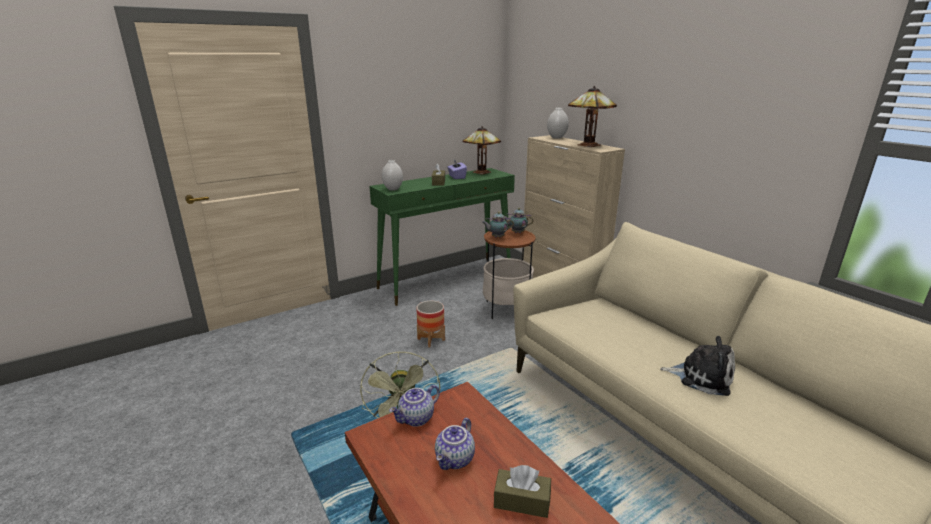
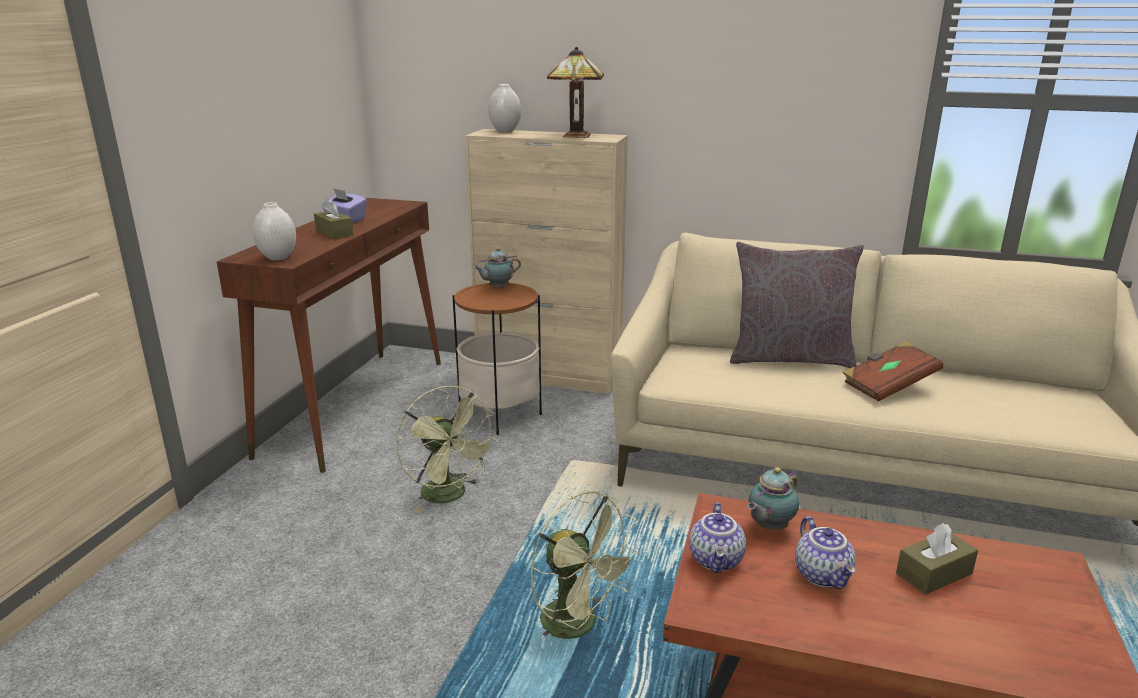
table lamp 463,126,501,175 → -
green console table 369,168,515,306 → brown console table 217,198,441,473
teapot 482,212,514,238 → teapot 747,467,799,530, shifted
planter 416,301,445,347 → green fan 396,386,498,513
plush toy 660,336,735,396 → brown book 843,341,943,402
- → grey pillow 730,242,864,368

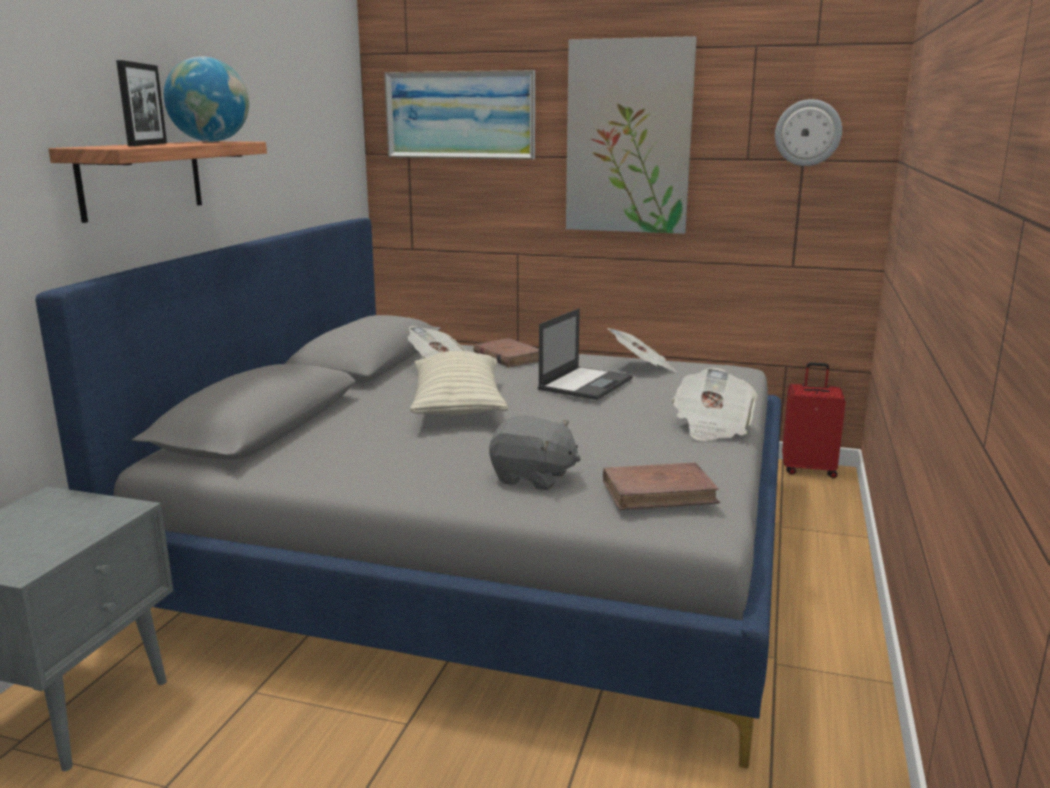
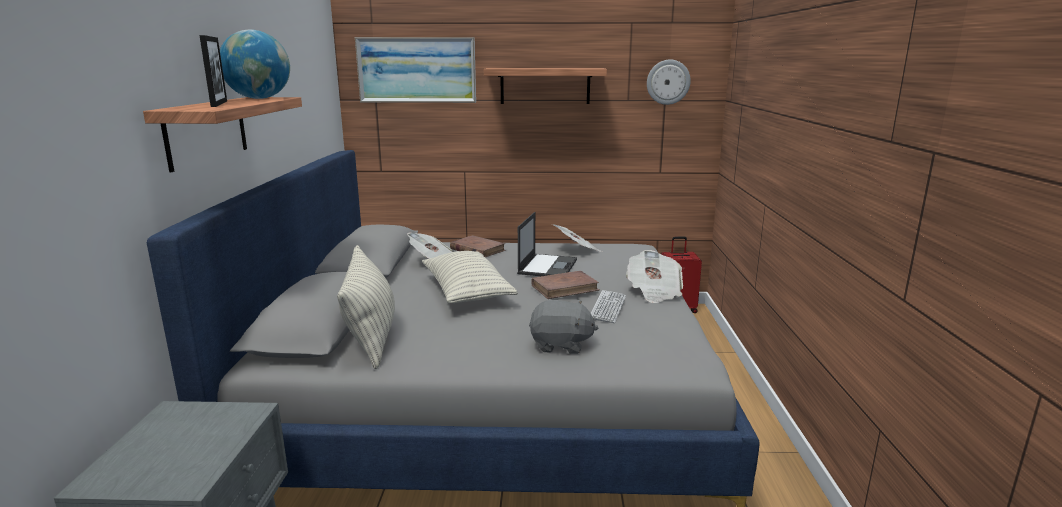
picture 566,36,697,234 → shelf 484,68,607,104
brown book 603,462,720,510 → brown book 531,271,600,299, shifted
- → pillow 337,245,395,369
- → keyboard 591,290,626,323

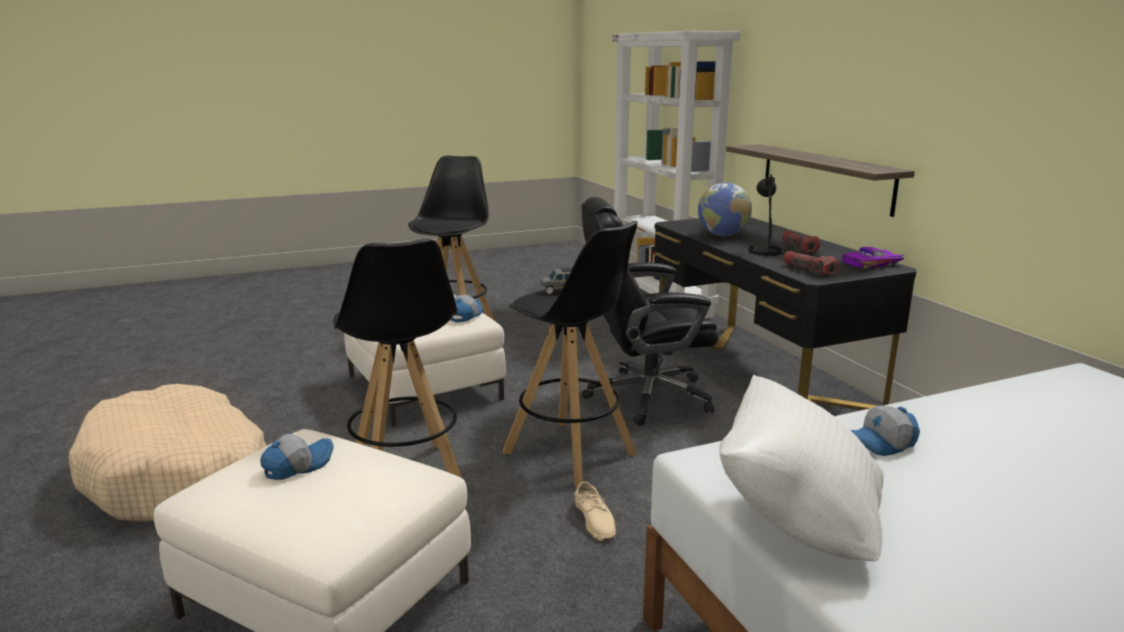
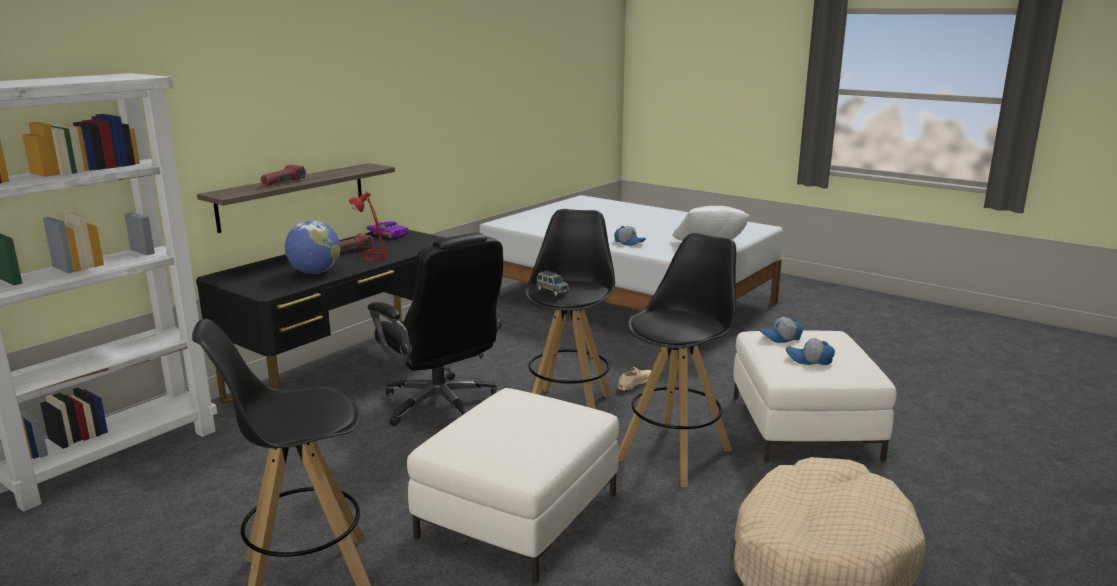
black table lamp 749,174,790,256 → red table lamp 348,192,387,261
flashlight 783,251,838,276 → flashlight 261,165,306,186, shifted
cap 450,295,483,322 → cap 760,317,803,343, shifted

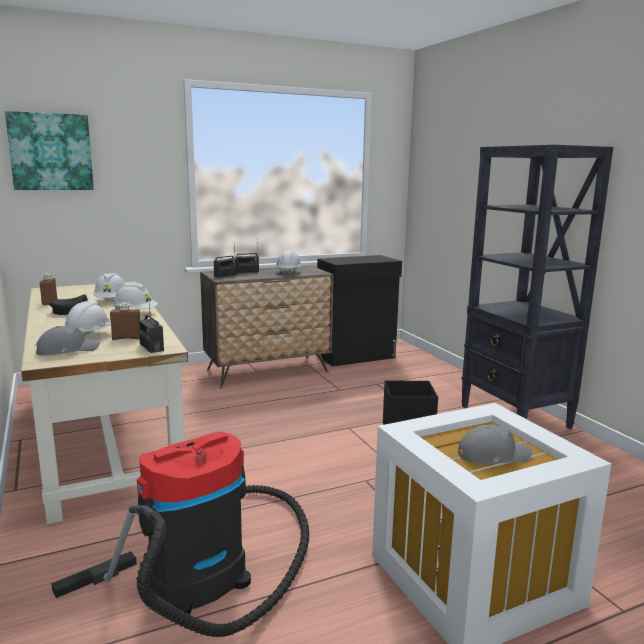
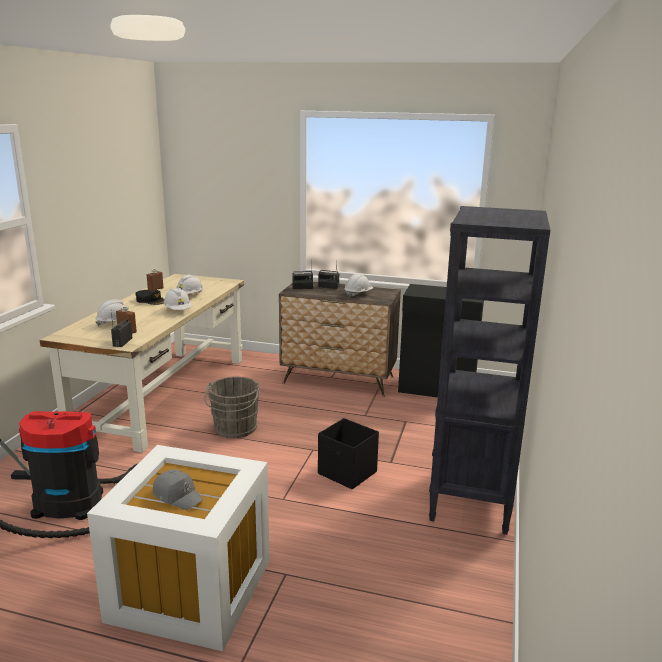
picture 5,111,94,190 → -
grey cap 36,326,100,356 → -
- → grey bucket 204,377,260,438

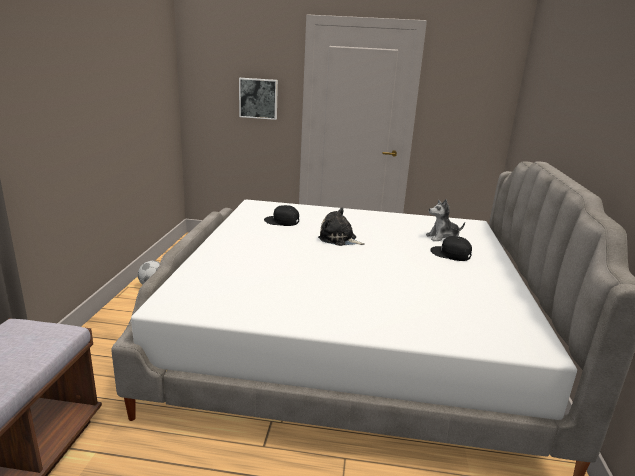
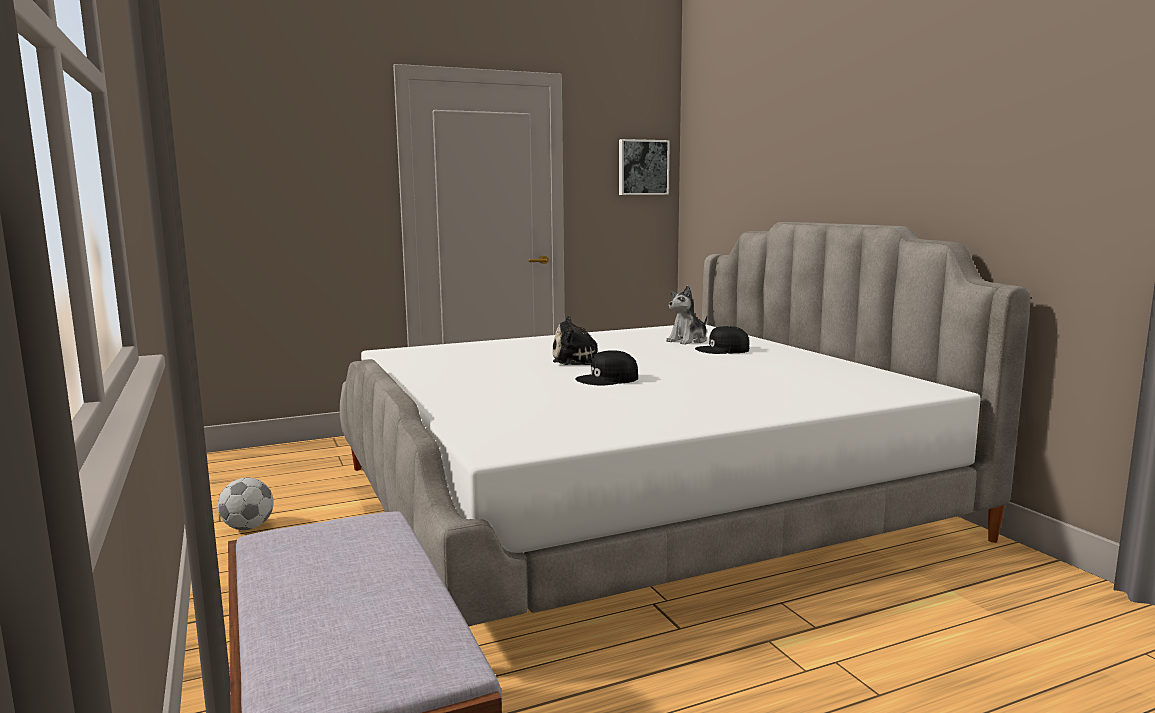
picture 239,78,278,120 → picture 619,139,670,195, shifted
black cap 264,205,299,226 → black cap 575,350,638,386, shifted

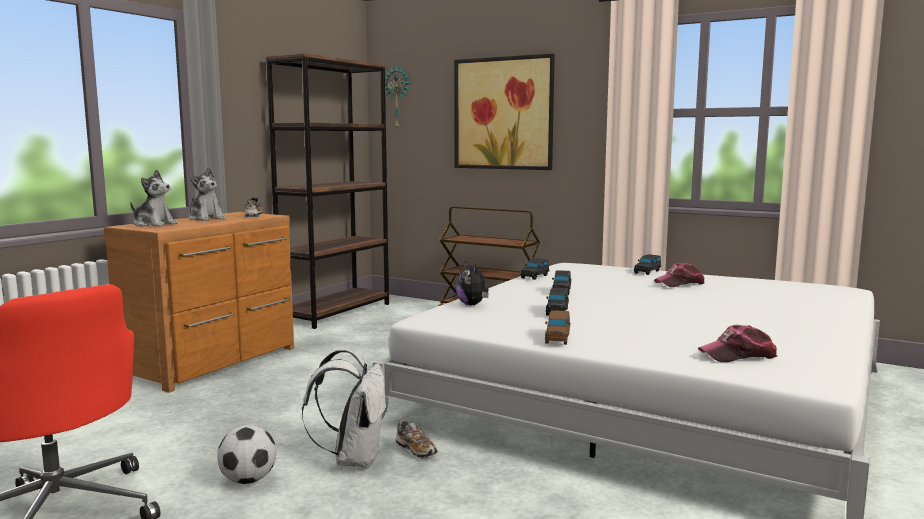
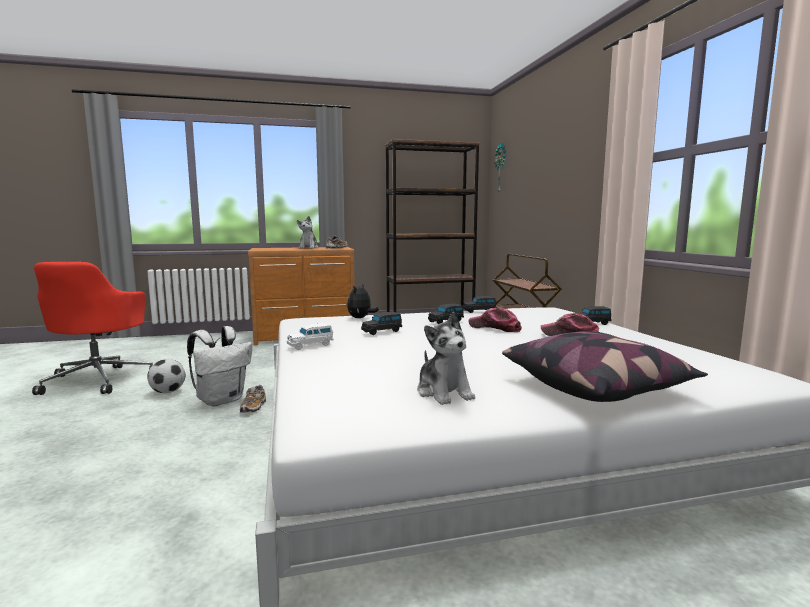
picture 454,53,555,170 → -
plush toy 130,169,177,226 → plush toy 417,312,475,405, shifted
brown toy car 545,310,570,345 → white toy car 287,323,334,350
cap 698,325,778,362 → cap 468,308,522,332, shifted
- → pillow 502,331,708,402

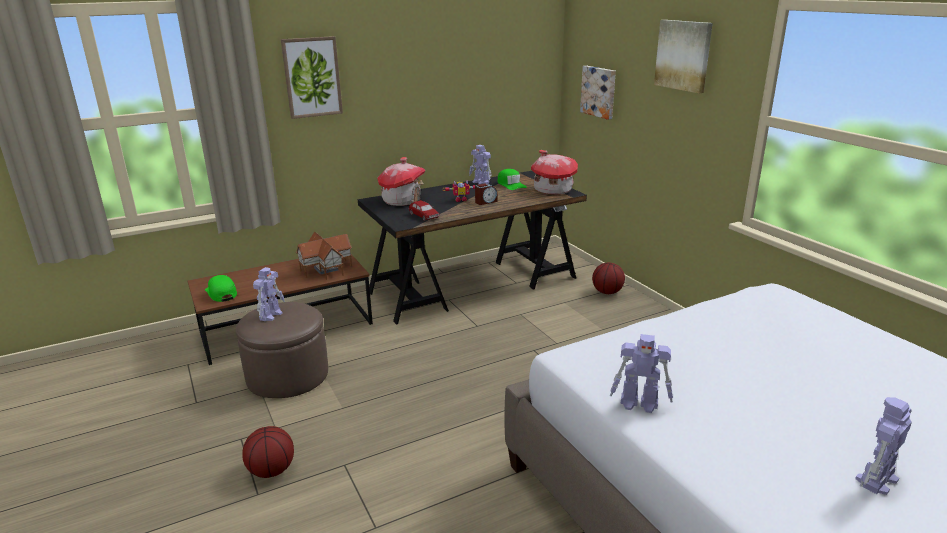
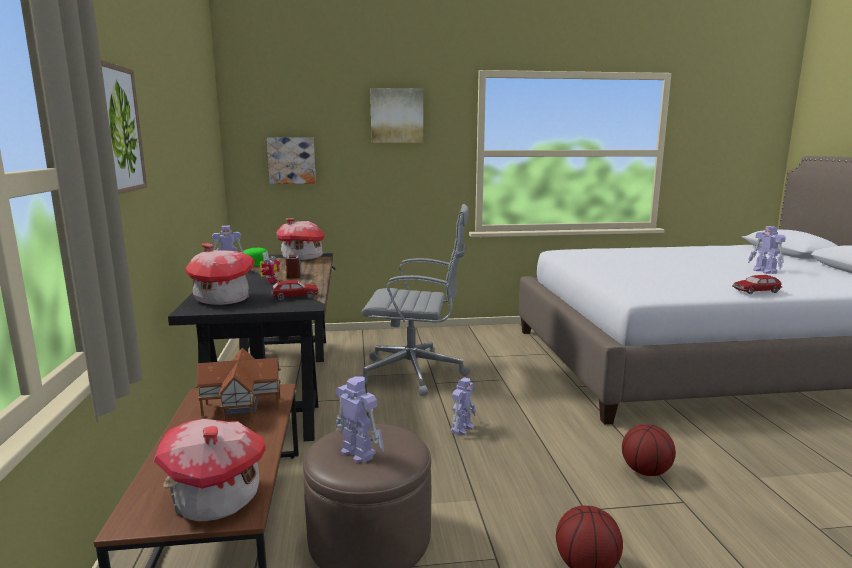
basketball 592,262,625,294 → basketball 622,424,676,476, shifted
green cap 205,275,237,302 → toy house 154,419,266,522
toy robot 610,334,673,413 → toy robot 451,377,476,435, shifted
- → grey office chair 360,204,470,396
- → toy car 732,275,782,294

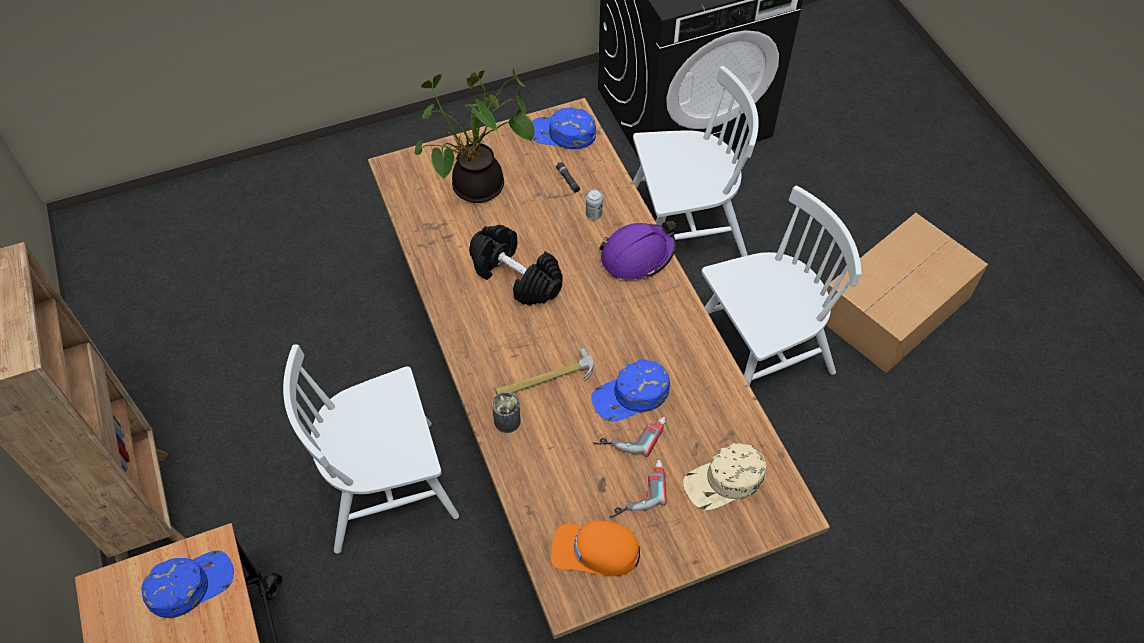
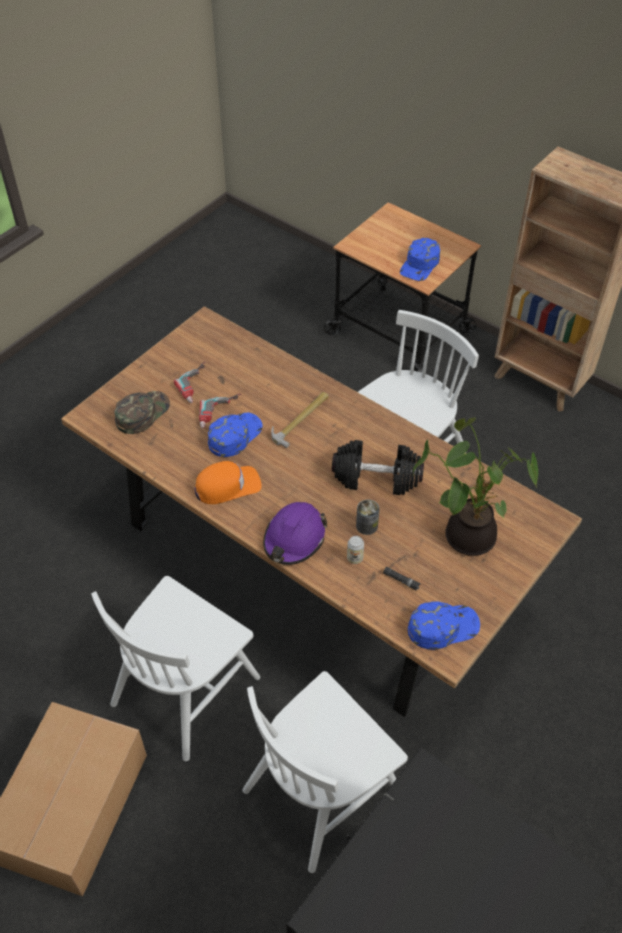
can 492,392,521,433 → can 356,499,380,535, shifted
beige cap 683,443,766,510 → green cap 114,391,170,434
orange cap 551,520,640,576 → orange cap 195,461,262,504, shifted

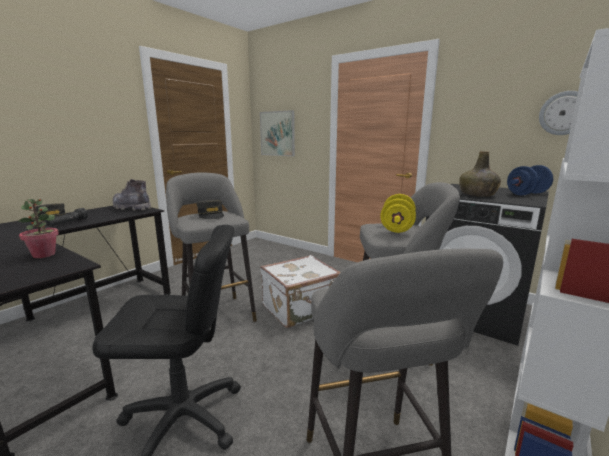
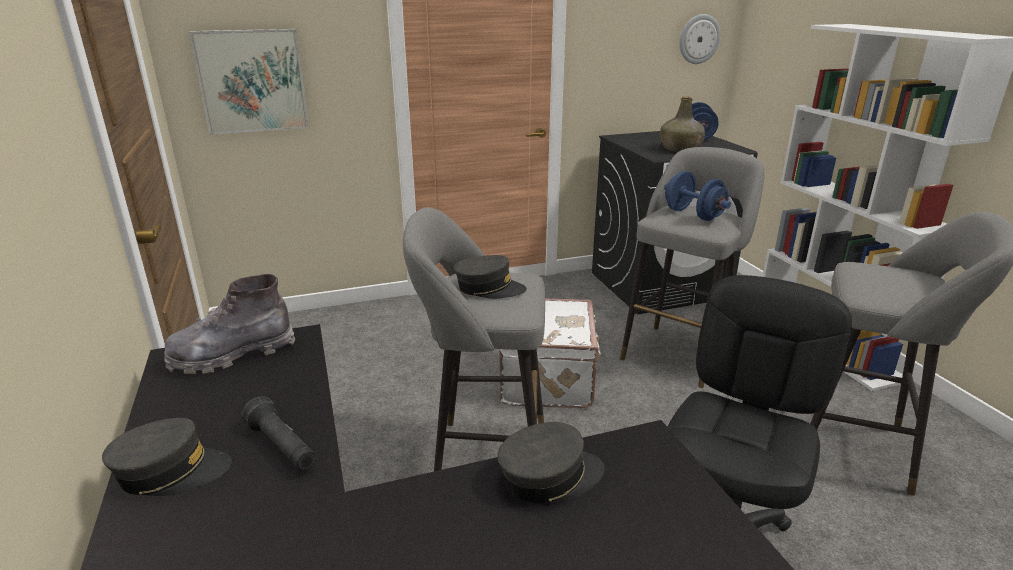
yellow dumbbell 380,194,416,233 → blue dumbbell 664,171,731,221
potted plant 18,199,59,258 → grey cap 498,422,605,503

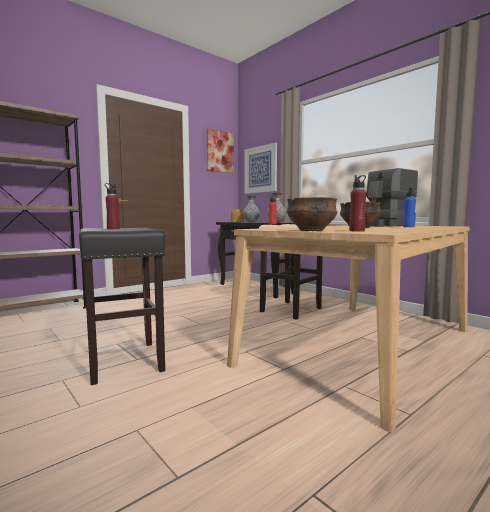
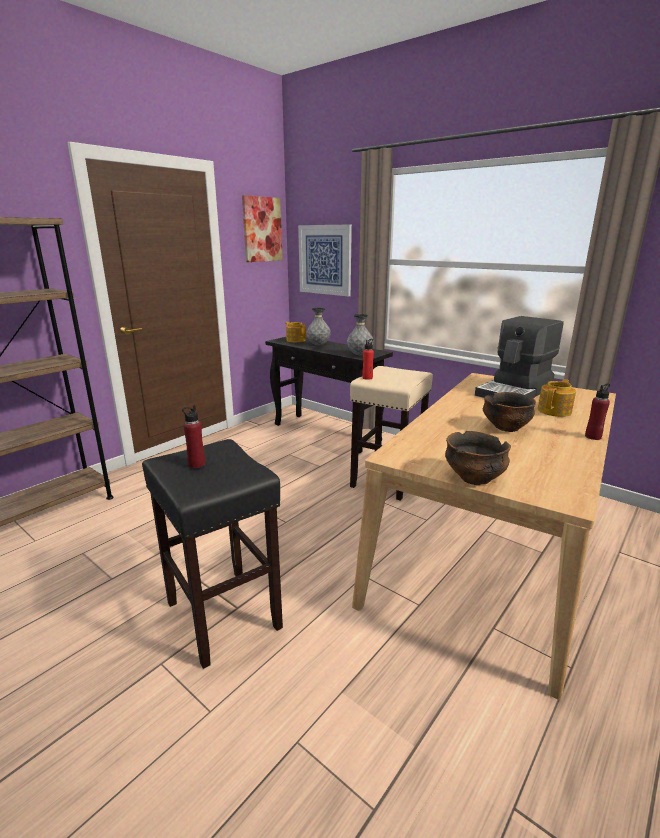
red bottle 349,175,366,232 → red bottle 585,383,610,440, shifted
blue bottle 403,187,416,227 → teapot 537,379,576,417

